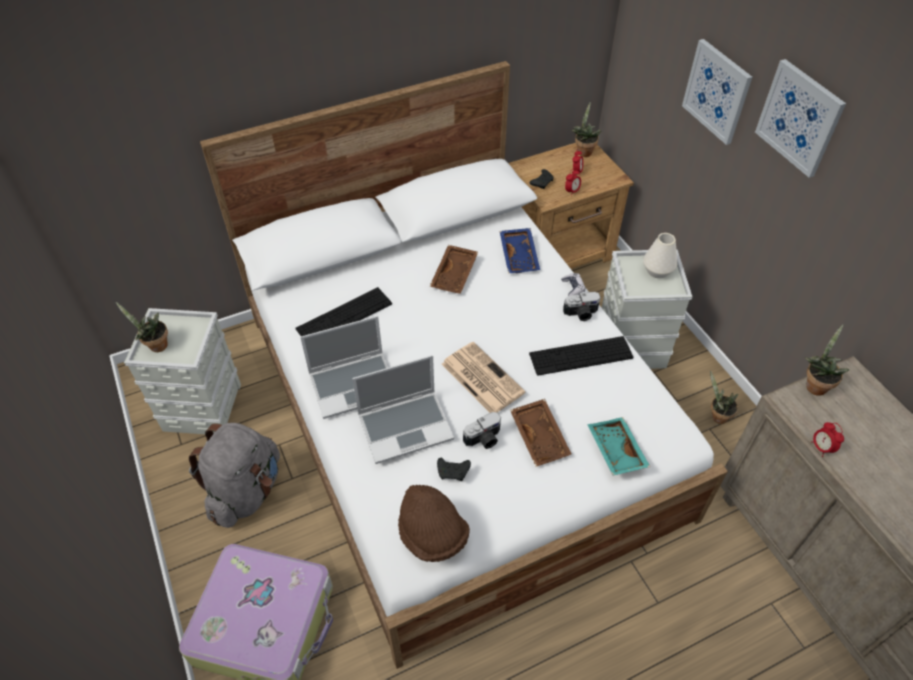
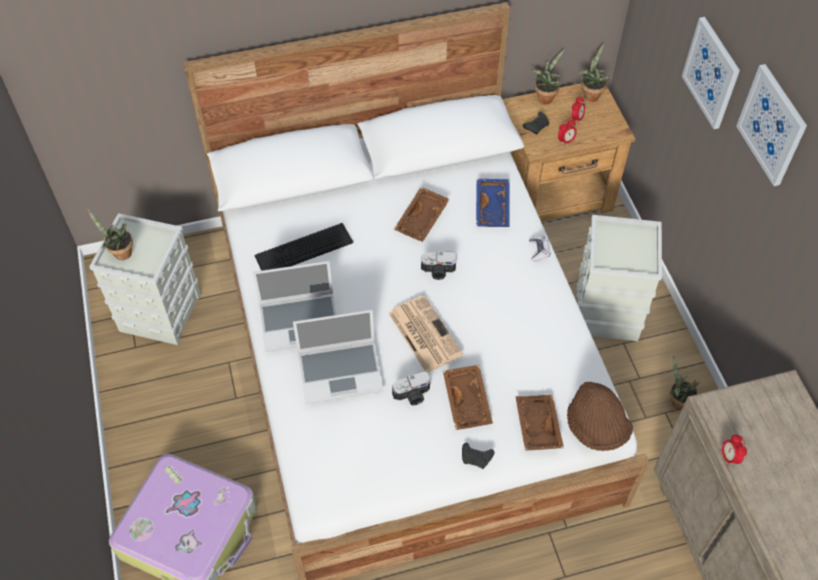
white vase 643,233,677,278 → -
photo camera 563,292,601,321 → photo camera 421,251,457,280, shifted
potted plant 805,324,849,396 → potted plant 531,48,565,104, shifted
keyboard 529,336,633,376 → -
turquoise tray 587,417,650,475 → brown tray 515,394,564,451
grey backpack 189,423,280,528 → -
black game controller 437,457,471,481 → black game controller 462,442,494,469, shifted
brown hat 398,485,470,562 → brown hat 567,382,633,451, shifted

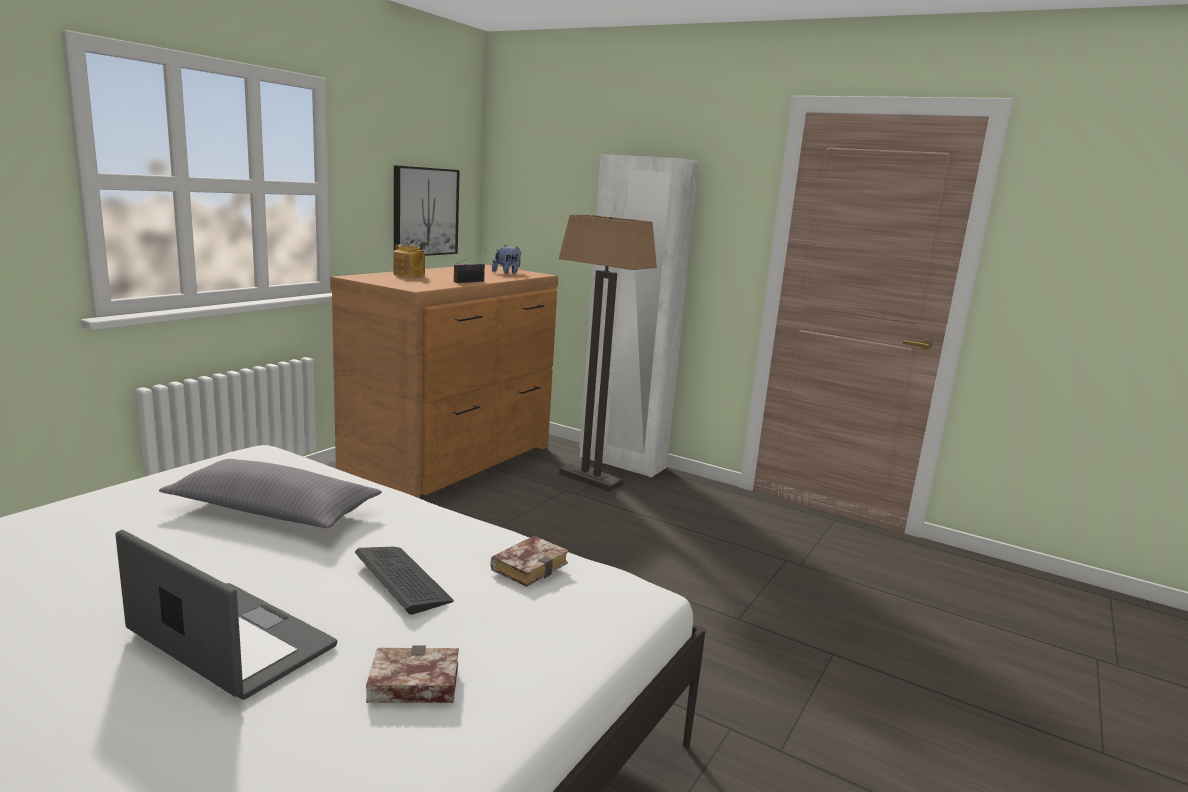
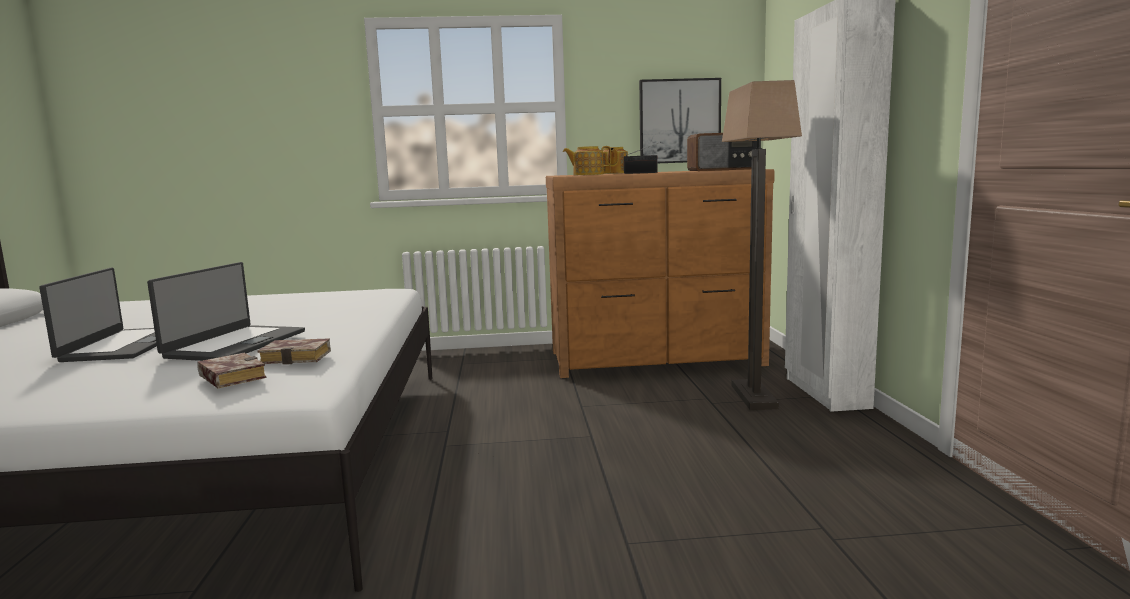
plush toy 492,245,521,274 → radio 687,133,757,171
grey pillow 159,459,382,528 → -
keyboard 355,547,454,615 → laptop 147,262,305,361
book 366,646,459,703 → book 197,353,267,388, shifted
- → teapot 563,146,611,175

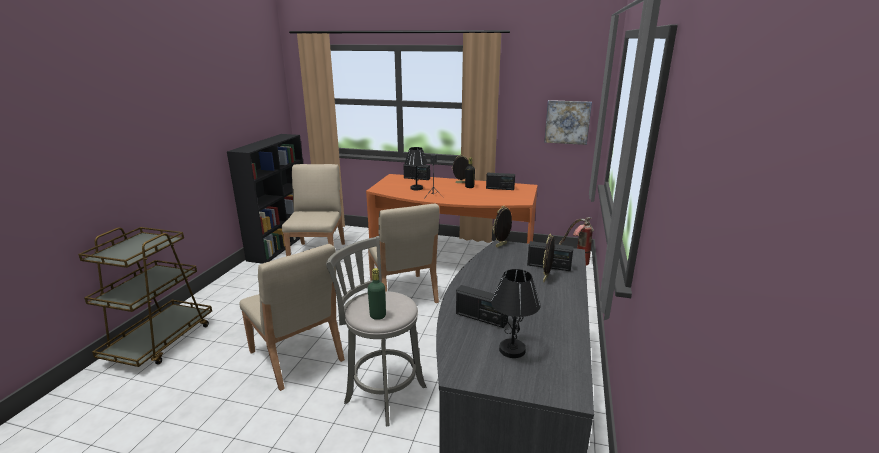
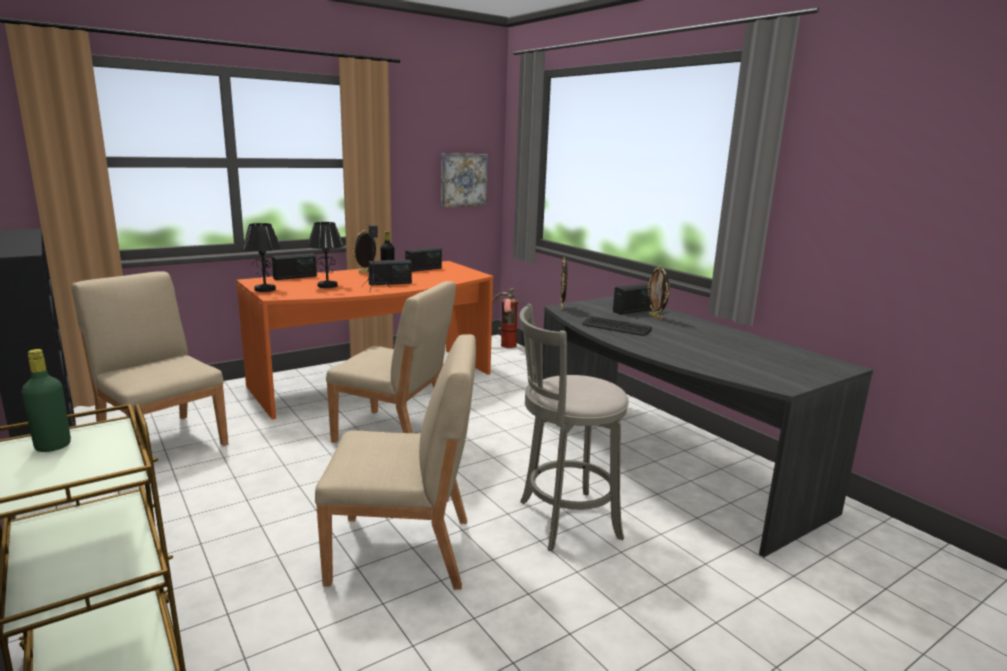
green bottle 368,268,386,320 → green bottle 22,349,71,452, shifted
black table lamp 491,269,541,358 → black table lamp 242,223,281,292, shifted
radio 456,285,508,328 → radio 368,260,412,285, shifted
- → keyboard 582,316,652,336

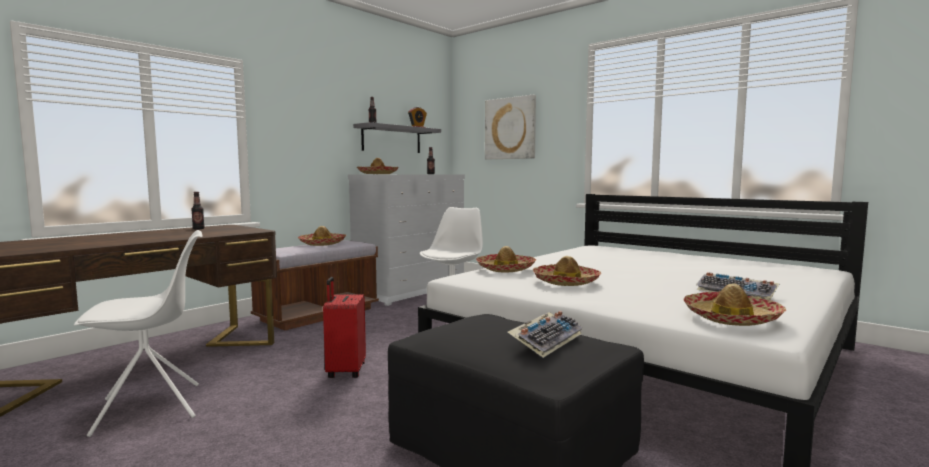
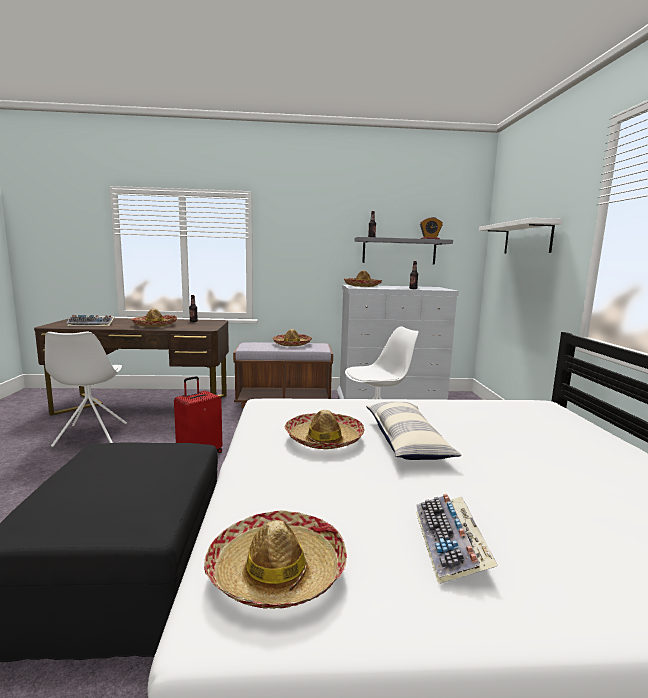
picture 485,95,536,159 → white shelf 479,218,563,254
white chair 74,230,203,437 → white chair 45,331,127,447, 60 degrees clockwise
hat 476,246,536,272 → hat 131,309,177,327, shifted
keyboard 507,311,583,358 → keyboard 66,315,115,326, shifted
- → pillow 366,402,462,460

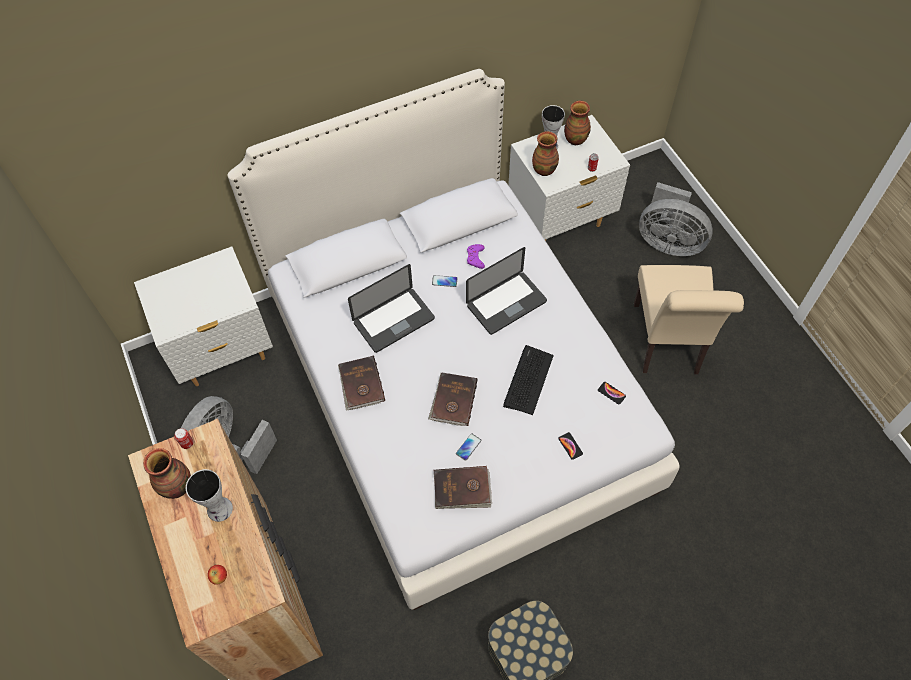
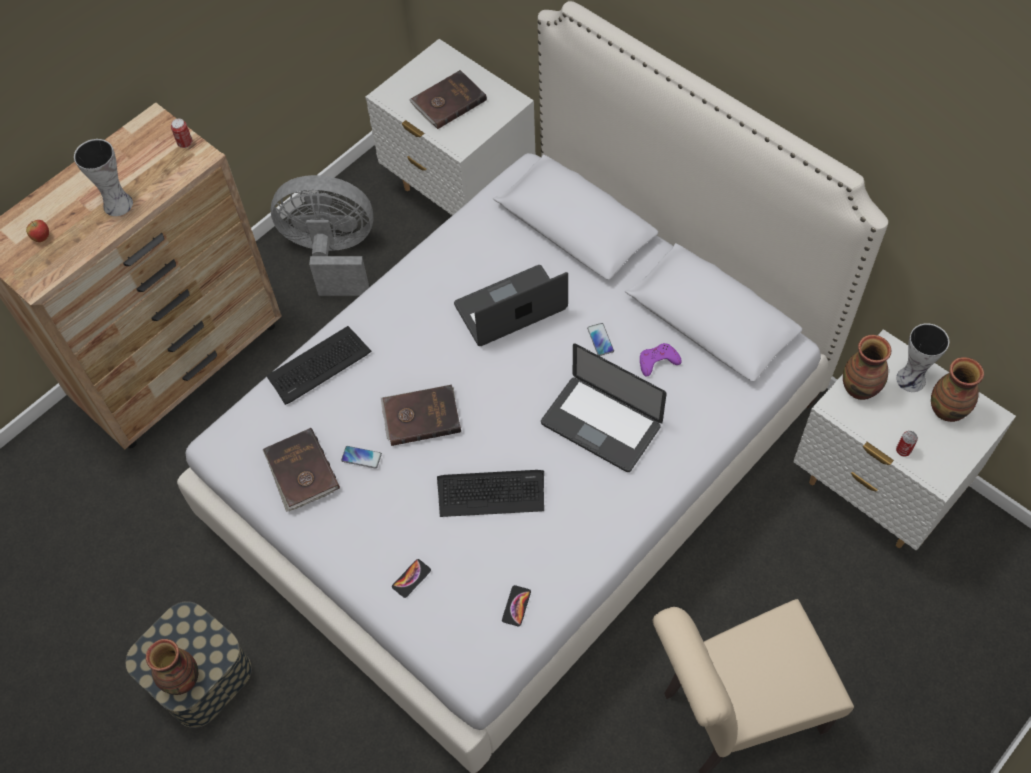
grey fan 639,182,713,256 → -
laptop 348,264,435,353 → laptop 454,265,568,346, 120 degrees clockwise
brown book 338,356,385,410 → brown book 409,70,487,129, shifted
vase 143,448,191,499 → vase 146,639,198,695, shifted
- → keyboard 266,326,371,405

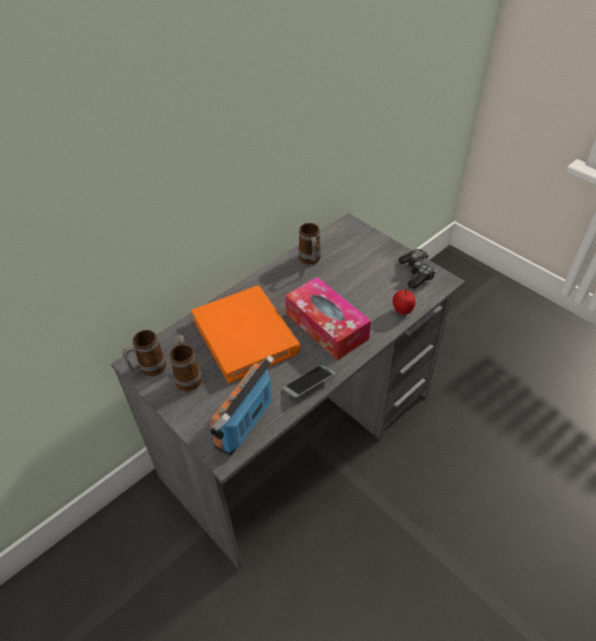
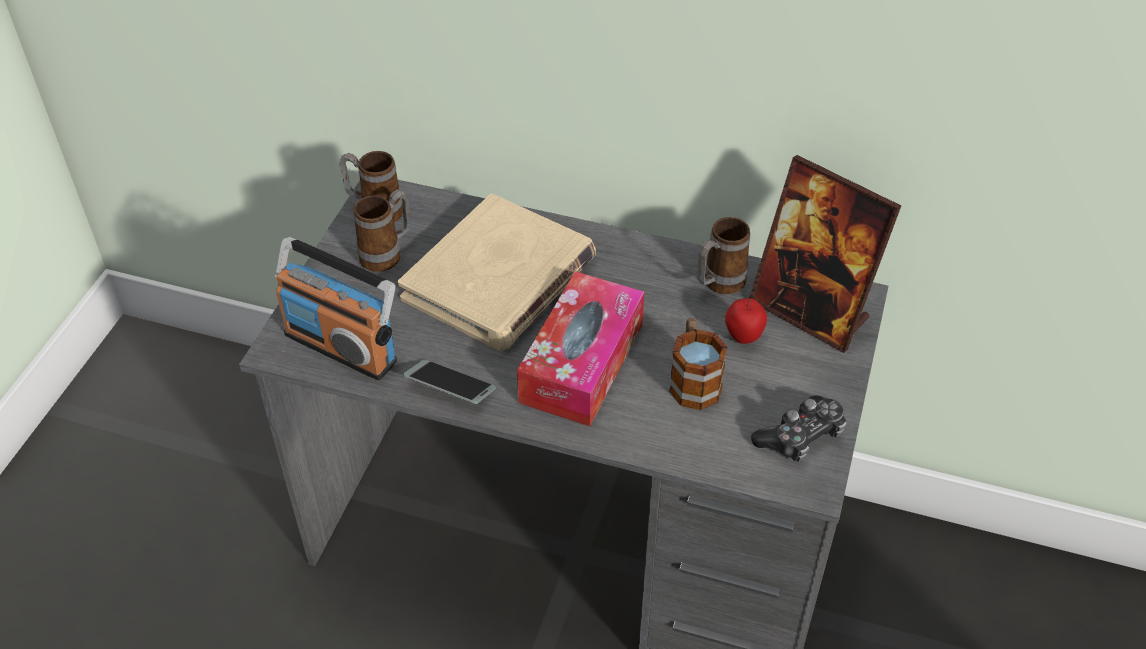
orange book 192,286,300,383 → beige book 398,194,596,350
apple 393,289,416,315 → apple 725,298,767,344, shifted
radio 210,355,274,456 → radio 275,237,397,380, 150 degrees counterclockwise
- → picture frame 749,155,901,353
- → mug 669,318,728,410

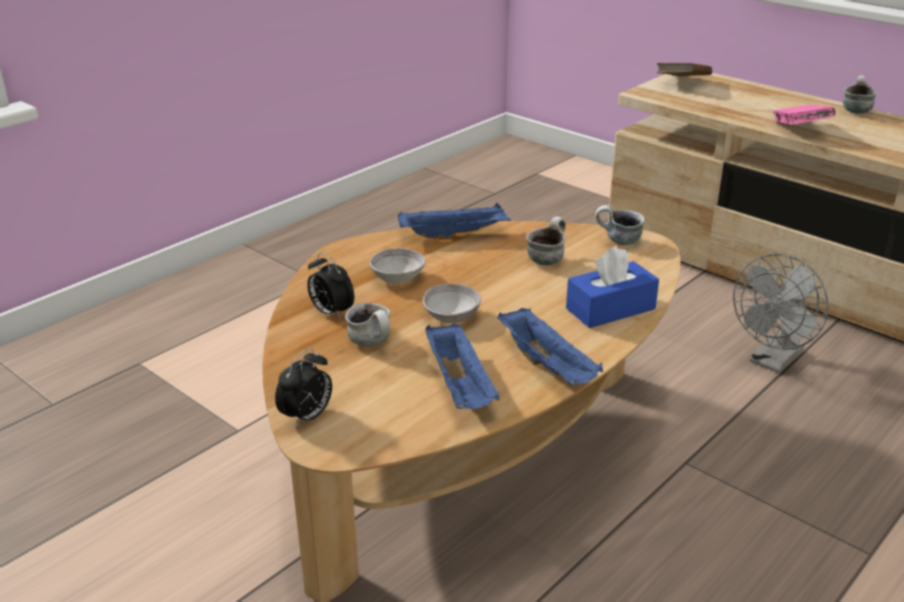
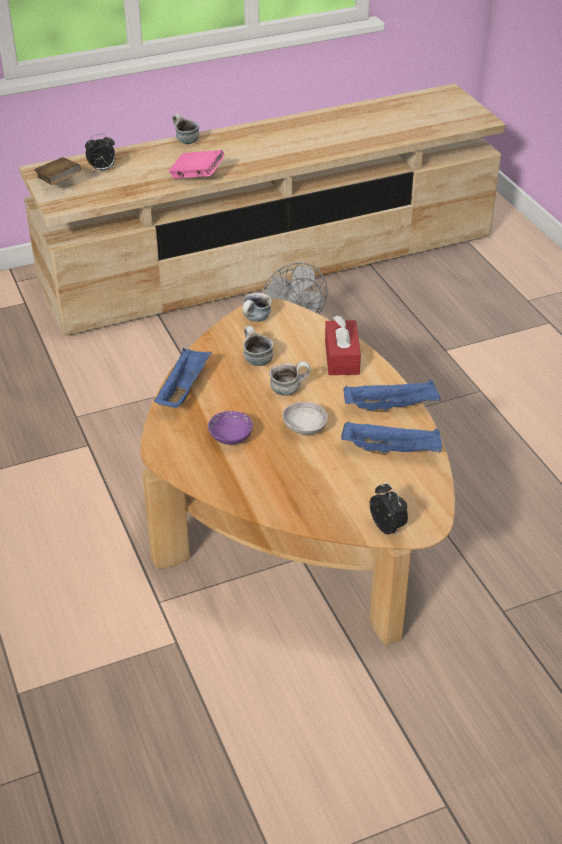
blue tissue box 566,246,659,328 → red tissue box 325,316,361,375
grey bowl 370,248,426,283 → purple bowl 208,411,253,445
alarm clock 307,253,354,320 → alarm clock 85,133,115,172, shifted
mug 345,303,390,347 → mug 269,361,311,396, shifted

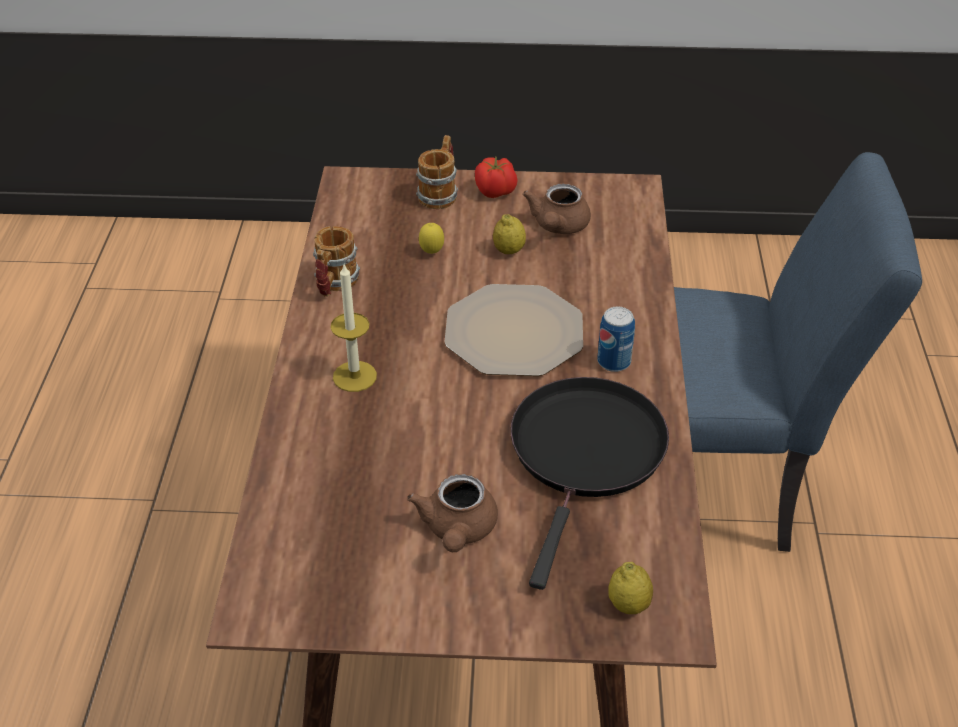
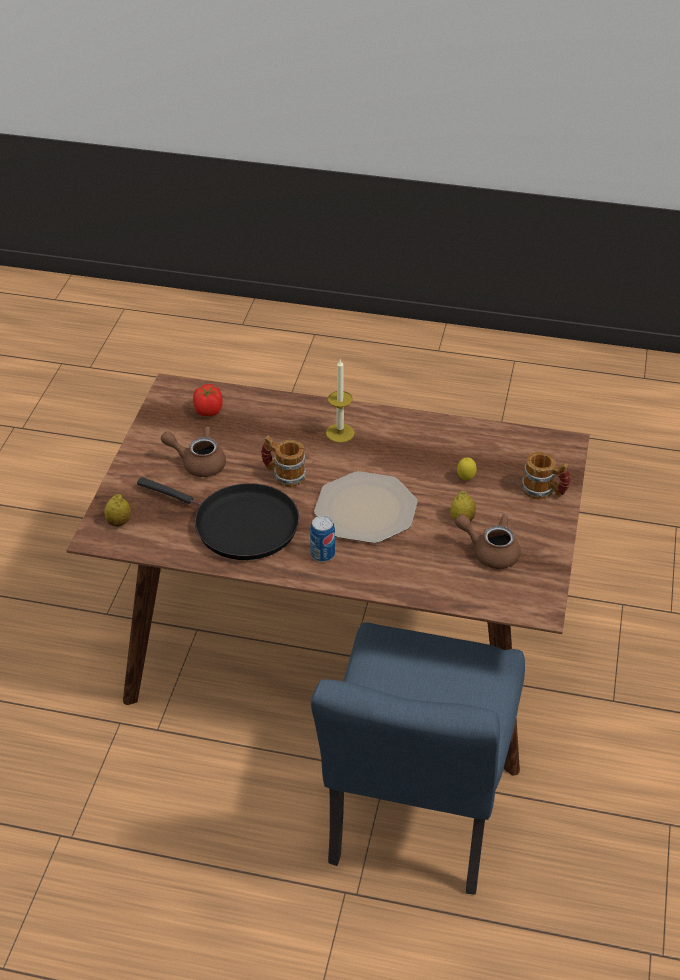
tomato 475,157,517,198 → tomato 193,384,223,416, shifted
mug 313,226,360,297 → mug 261,436,306,487, shifted

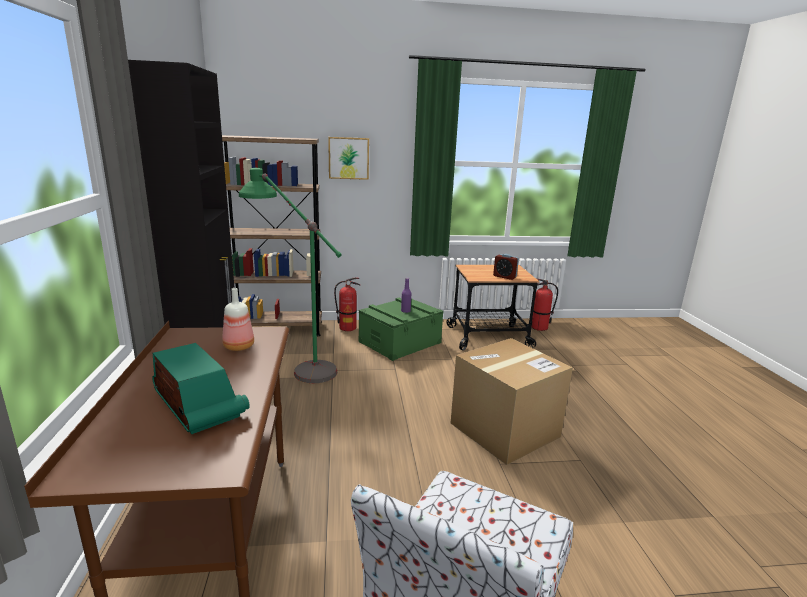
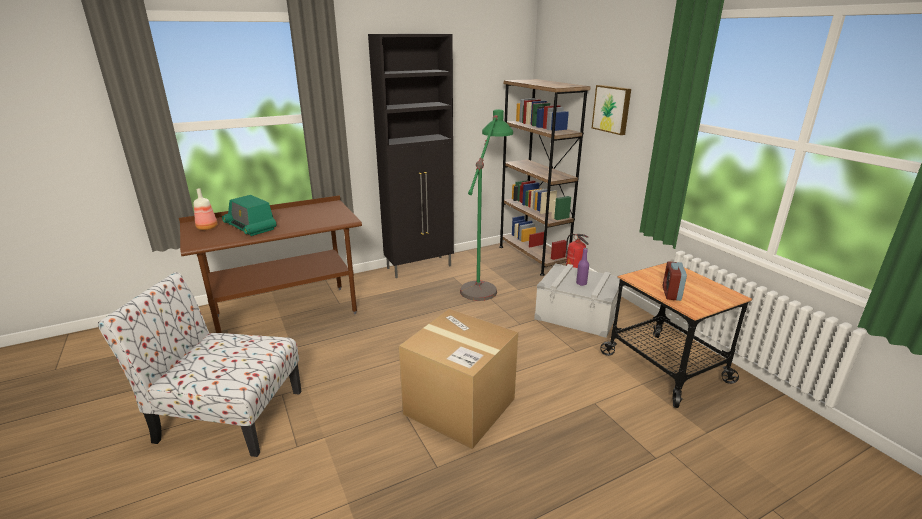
fire extinguisher 532,279,558,331 → -
bottle 222,288,254,351 → bottle 194,188,217,230, shifted
green storage box 359,298,444,361 → grey storage box 534,264,623,338
radio 152,343,249,434 → radio 222,195,276,236, 105 degrees clockwise

